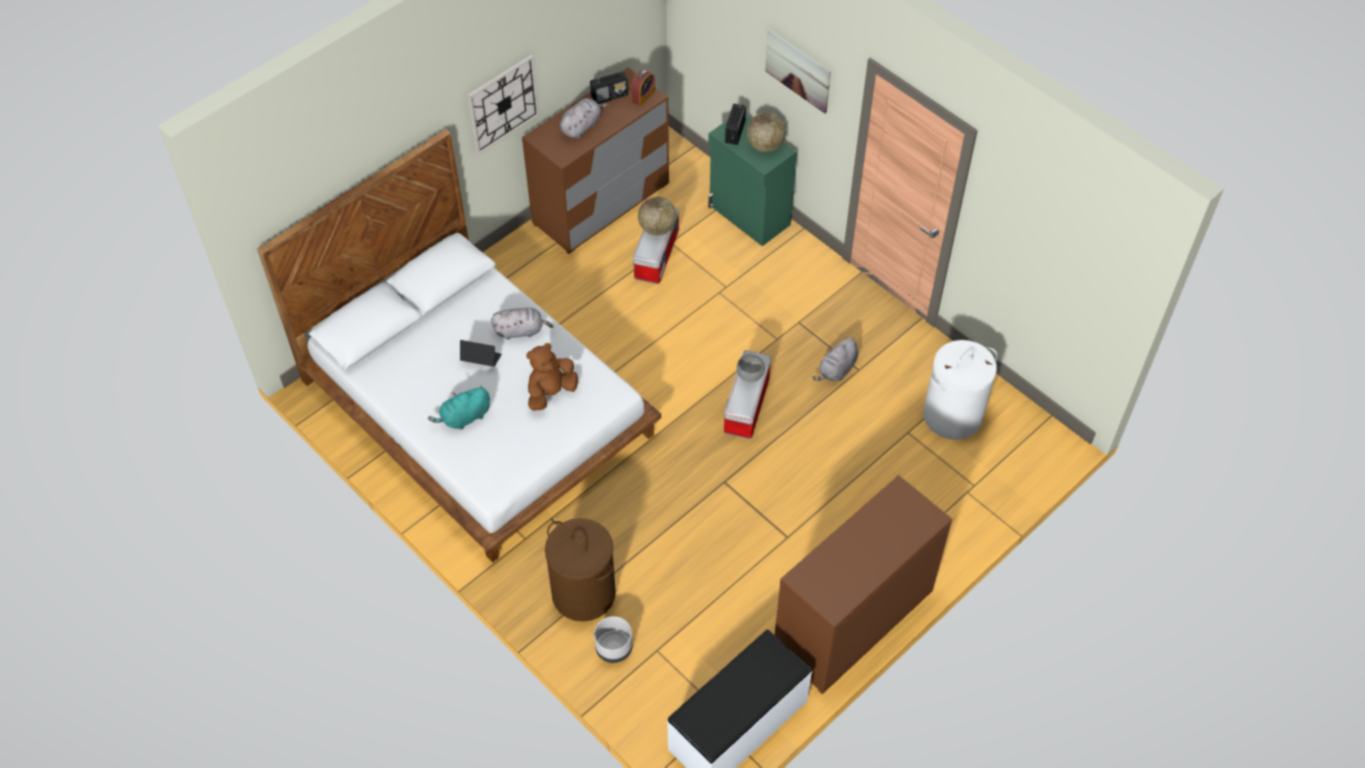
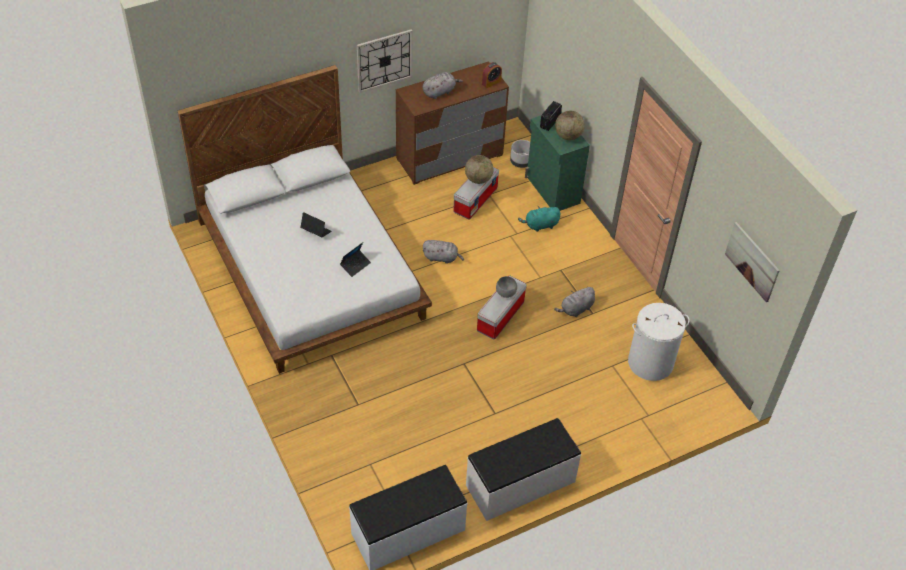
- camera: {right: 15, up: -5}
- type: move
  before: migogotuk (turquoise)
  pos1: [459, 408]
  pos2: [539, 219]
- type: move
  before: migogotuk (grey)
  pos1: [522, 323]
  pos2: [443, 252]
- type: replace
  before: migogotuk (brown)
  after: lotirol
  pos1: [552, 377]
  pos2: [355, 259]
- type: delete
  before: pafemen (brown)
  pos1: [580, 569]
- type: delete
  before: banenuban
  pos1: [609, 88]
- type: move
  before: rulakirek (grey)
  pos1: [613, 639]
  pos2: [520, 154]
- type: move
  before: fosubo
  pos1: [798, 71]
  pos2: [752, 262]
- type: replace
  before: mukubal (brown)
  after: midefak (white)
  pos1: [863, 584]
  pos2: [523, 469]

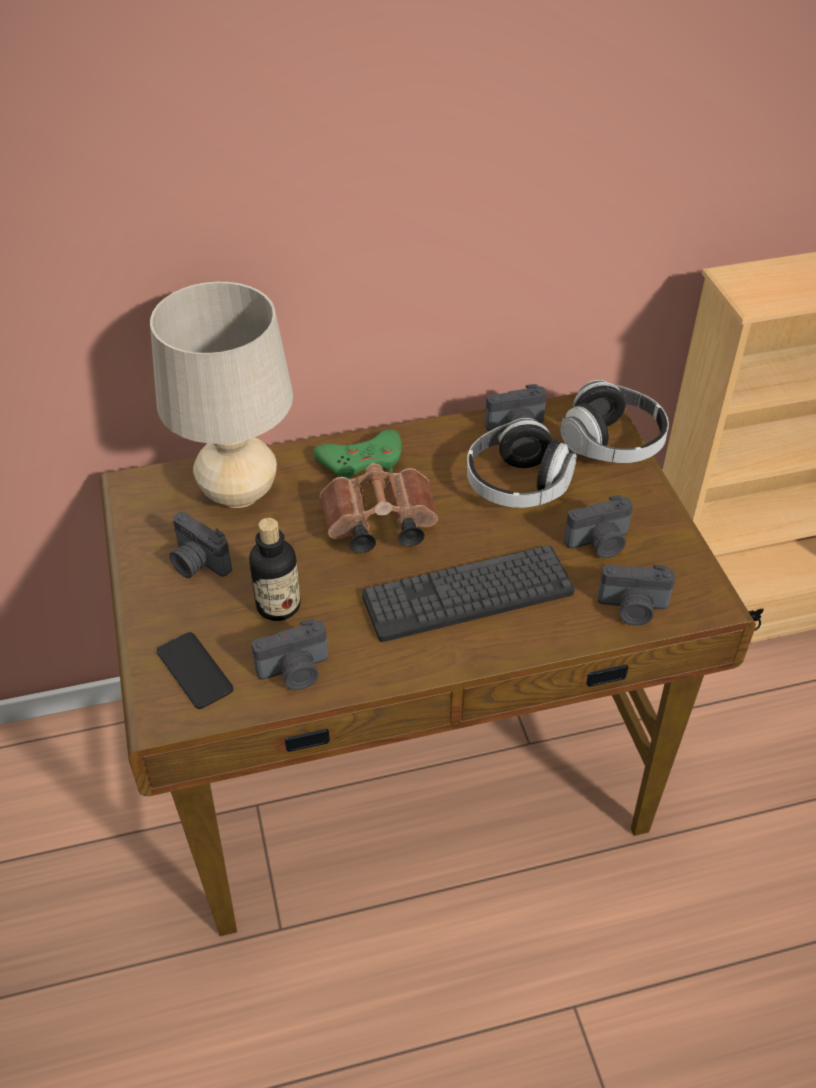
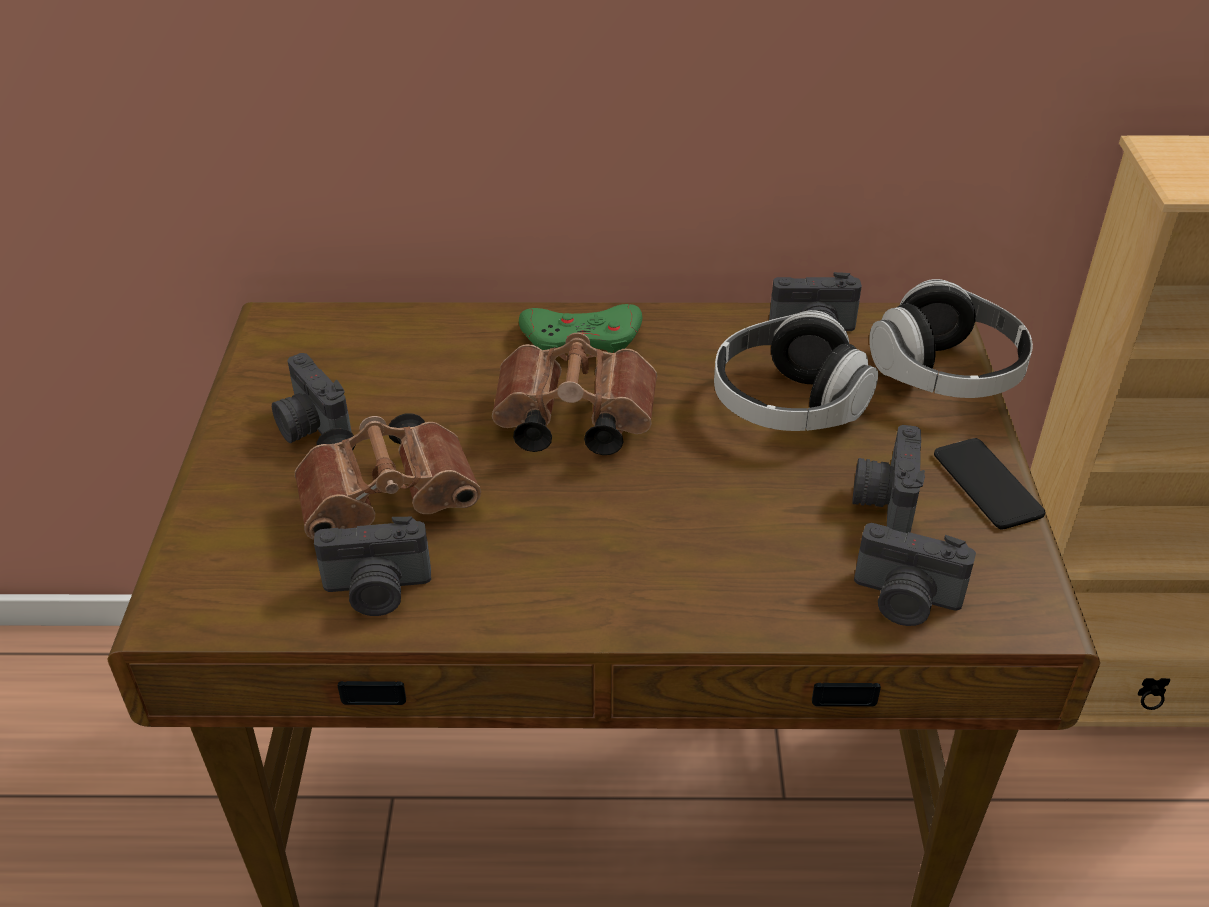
- camera: {right: 15, up: -5}
- type: delete
  before: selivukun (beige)
  pos1: [221, 395]
- type: move
  before: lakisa
  pos1: [195, 670]
  pos2: [989, 484]
- type: replace
  before: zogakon
  after: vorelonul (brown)
  pos1: [275, 569]
  pos2: [388, 476]
- type: delete
  before: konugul
  pos1: [468, 593]
- type: rotate
  before: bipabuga
  pos1: [598, 526]
  pos2: [888, 479]
  turn: 105

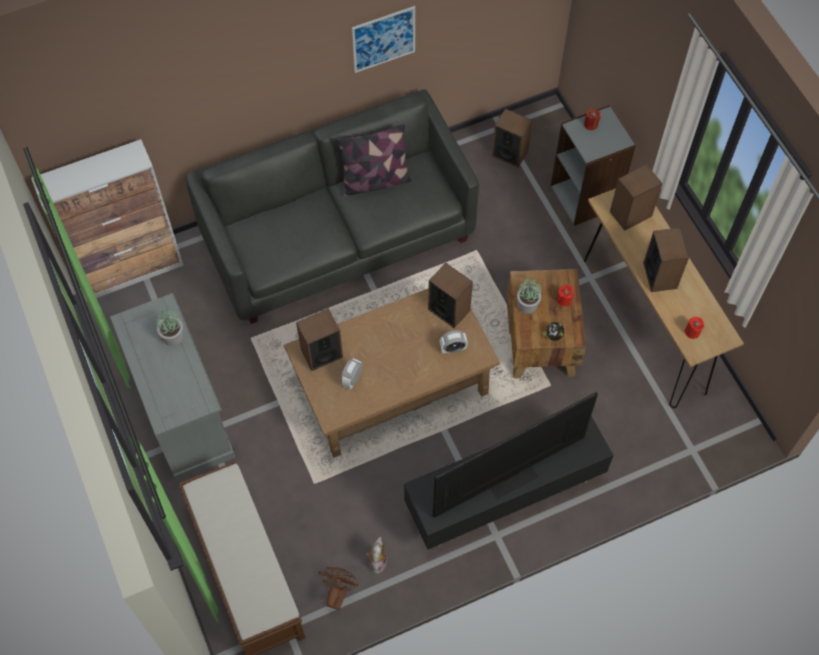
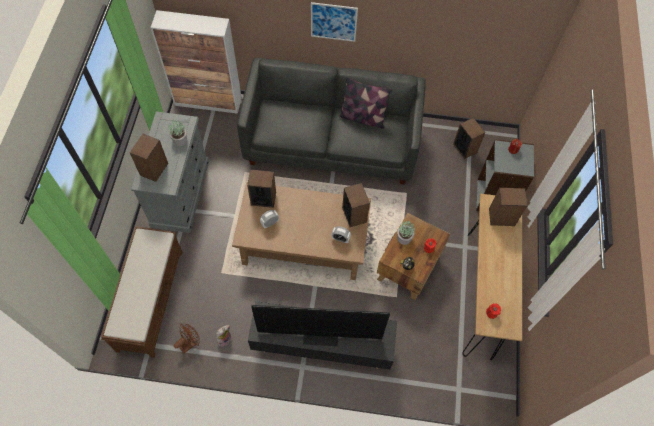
- camera: {right: 30, up: 0}
- type: move
  before: fosubo
  pos1: [383, 39]
  pos2: [334, 22]
- type: move
  before: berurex
  pos1: [666, 260]
  pos2: [149, 158]

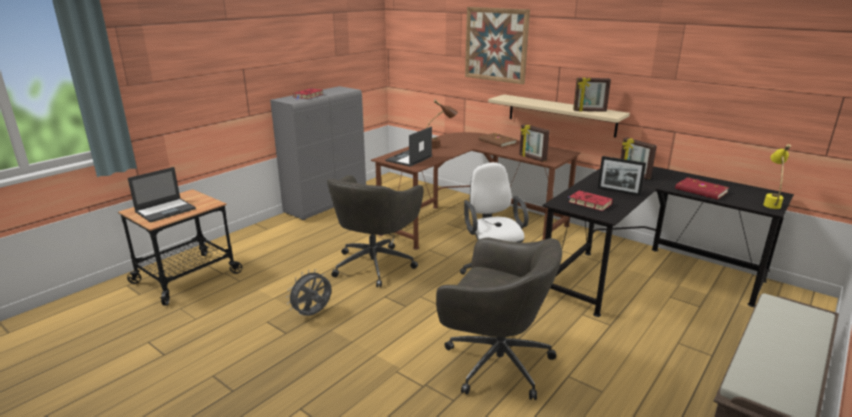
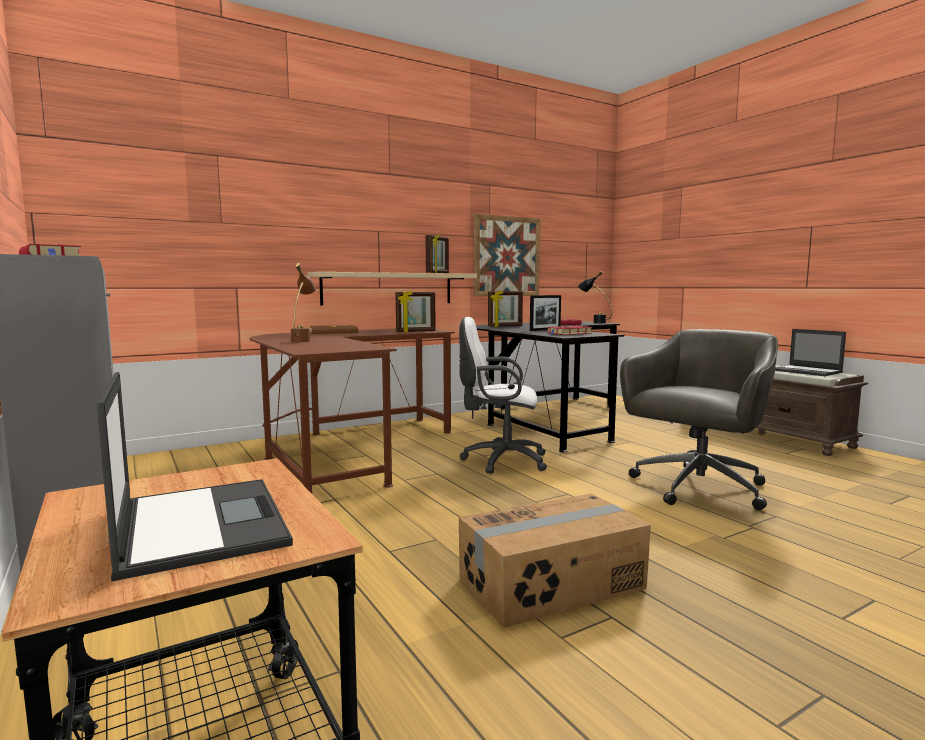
- camera: {right: -70, up: -15}
- type: replace
  before: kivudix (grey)
  after: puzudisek
  pos1: [309, 292]
  pos2: [555, 560]
- type: delete
  before: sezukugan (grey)
  pos1: [375, 231]
- type: move
  before: lotirol
  pos1: [408, 147]
  pos2: [810, 352]
- type: move
  before: fosubo
  pos1: [497, 45]
  pos2: [506, 255]
- type: recolor
  before: selivukun (yellow)
  after: selivukun (black)
  pos1: [777, 176]
  pos2: [595, 297]

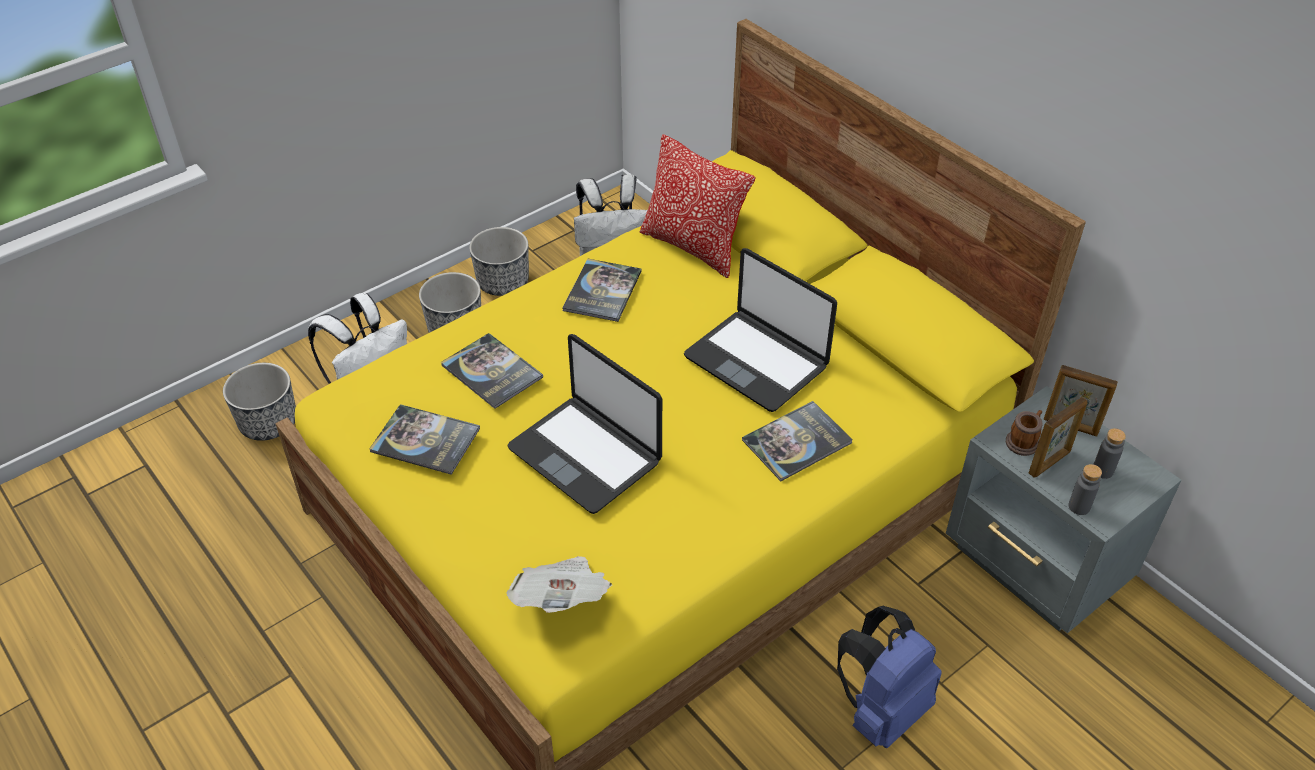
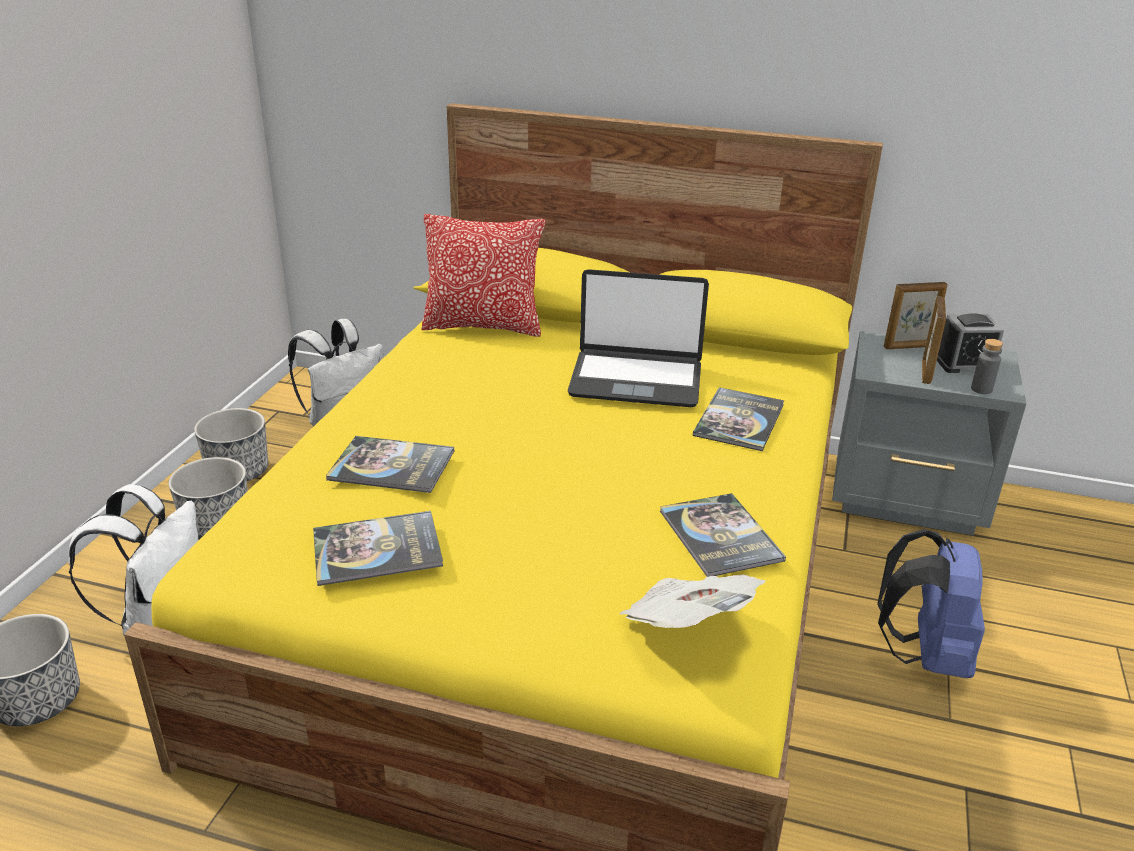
- camera: {right: -35, up: -15}
- type: delete
  before: lotirol
  pos1: [584, 424]
- type: move
  before: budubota
  pos1: [601, 290]
  pos2: [723, 535]
- type: delete
  before: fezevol
  pos1: [1024, 433]
- type: replace
  before: zogakon (grey)
  after: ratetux
  pos1: [1109, 453]
  pos2: [970, 343]

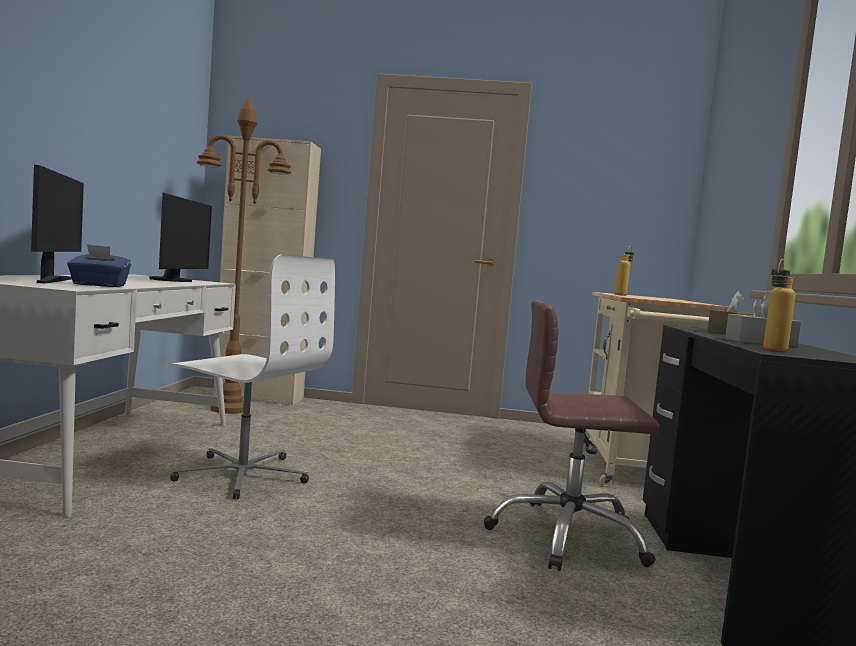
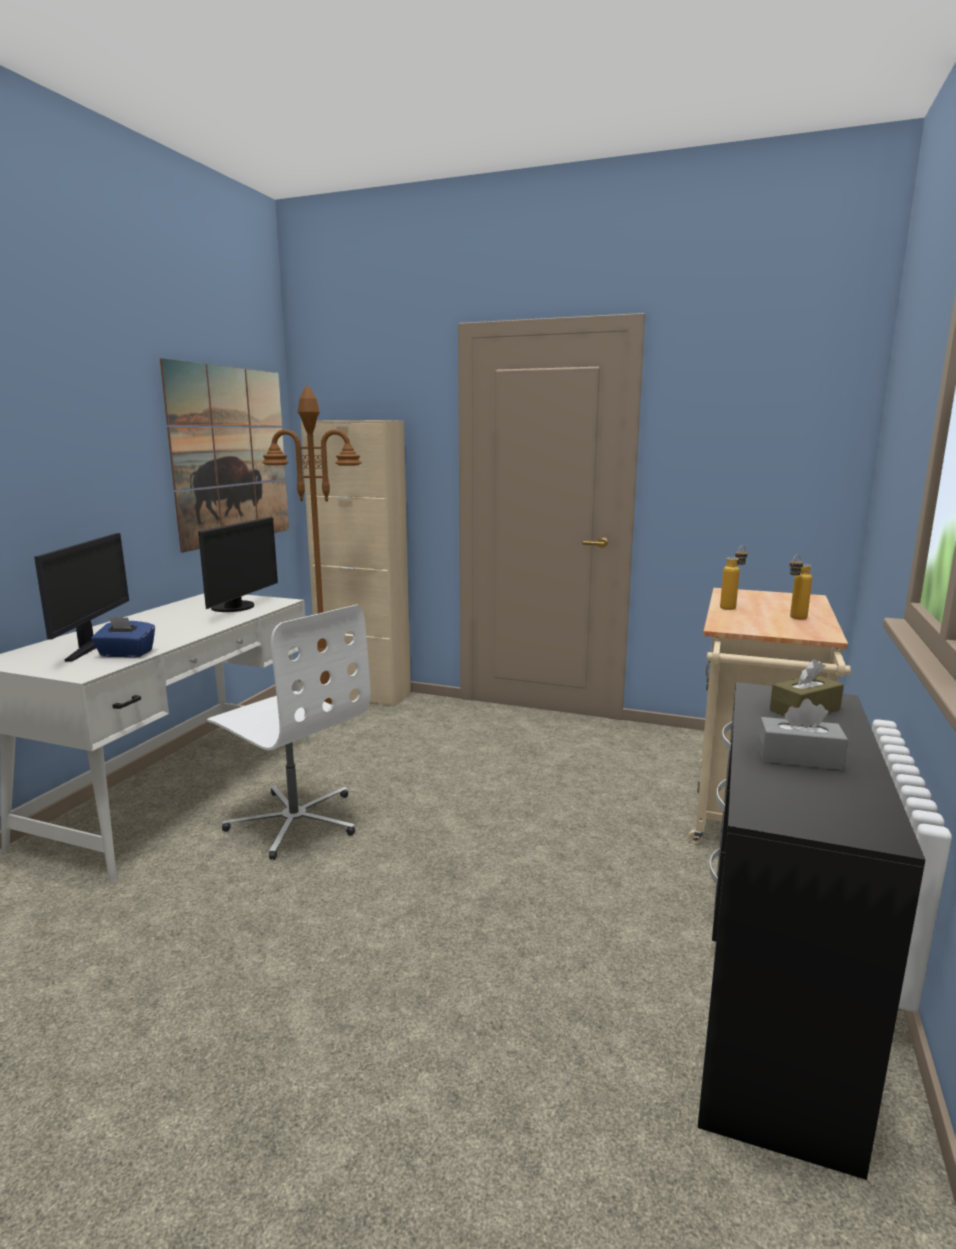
- camera: {right: 15, up: 10}
- type: delete
  before: sezukugan (brown)
  pos1: [572, 435]
- type: move
  before: zogakon
  pos1: [779, 305]
  pos2: [801, 587]
- type: insert
  after: fosubo
  pos2: [224, 455]

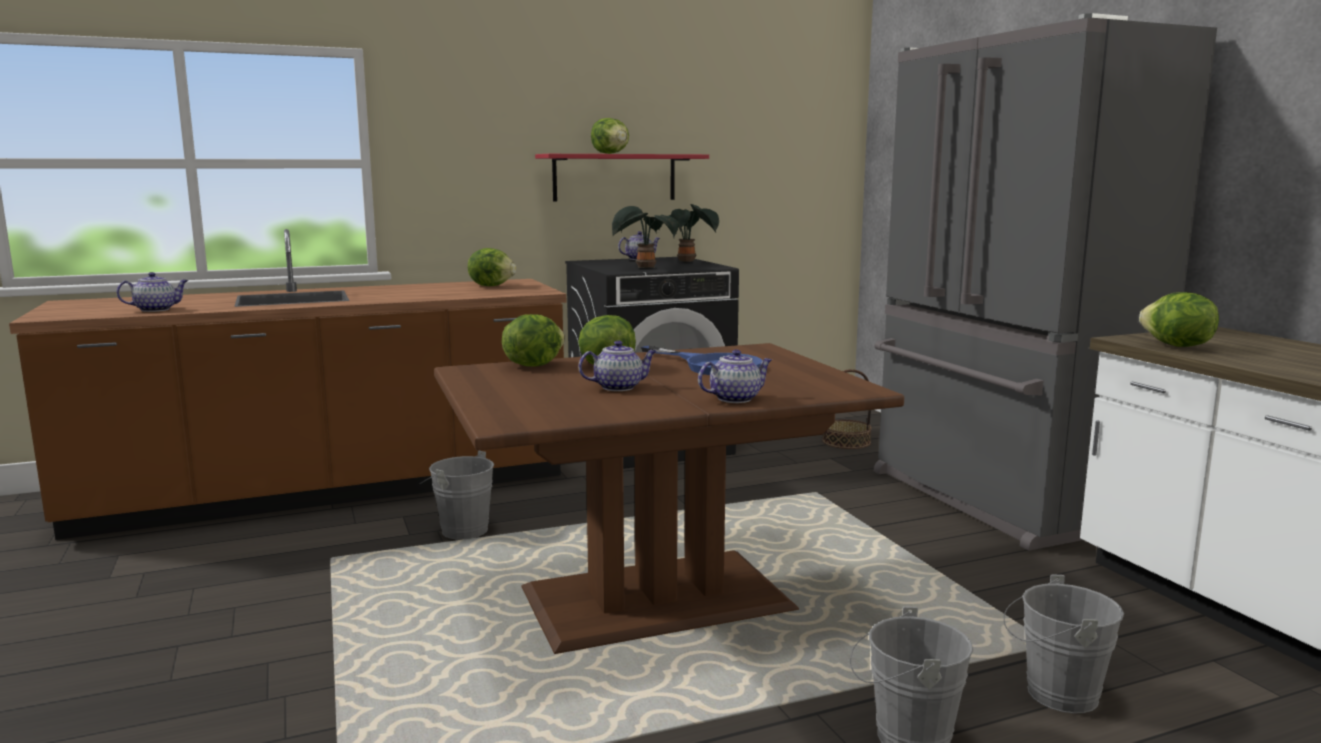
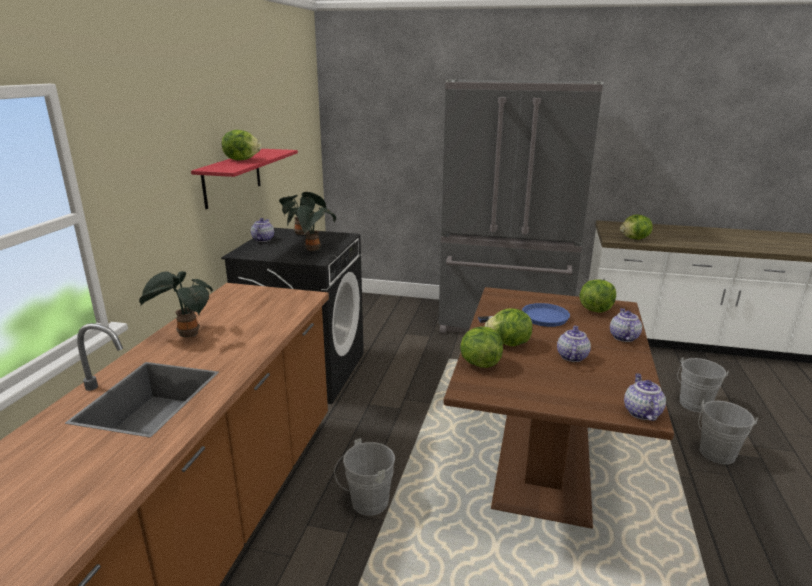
- camera: {right: -55, up: 10}
- type: move
  before: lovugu
  pos1: [152, 292]
  pos2: [645, 397]
- type: move
  before: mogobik
  pos1: [492, 267]
  pos2: [597, 296]
- type: delete
  before: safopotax
  pos1: [847, 409]
- type: insert
  after: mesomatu
  pos2: [176, 304]

